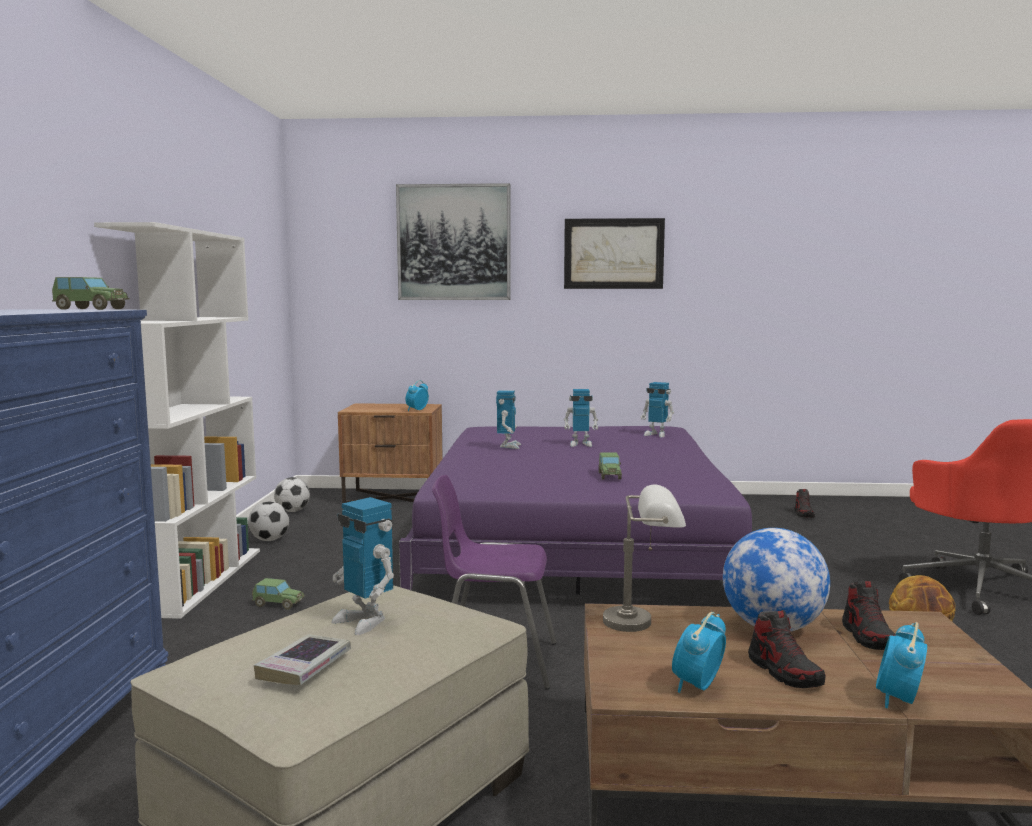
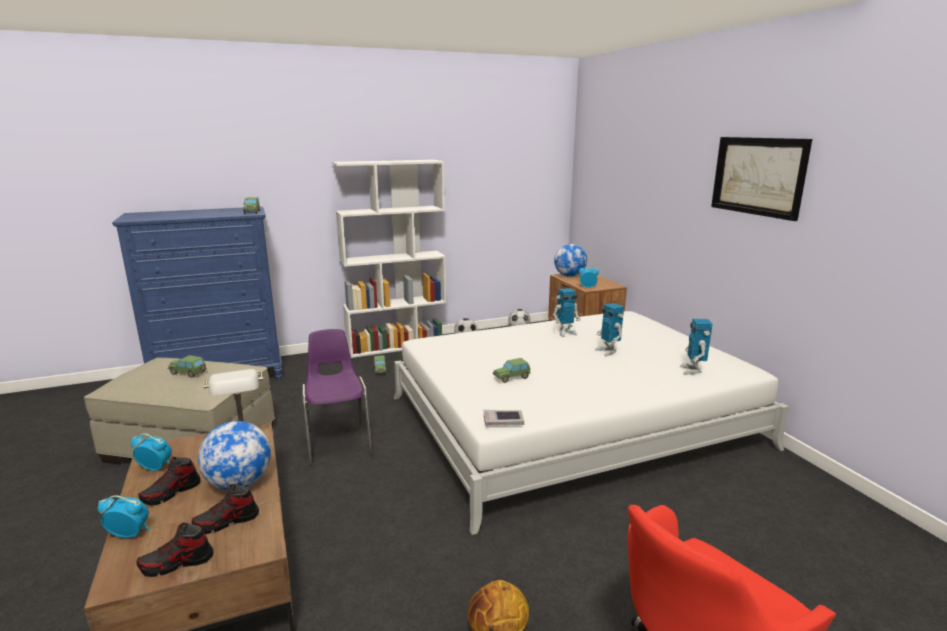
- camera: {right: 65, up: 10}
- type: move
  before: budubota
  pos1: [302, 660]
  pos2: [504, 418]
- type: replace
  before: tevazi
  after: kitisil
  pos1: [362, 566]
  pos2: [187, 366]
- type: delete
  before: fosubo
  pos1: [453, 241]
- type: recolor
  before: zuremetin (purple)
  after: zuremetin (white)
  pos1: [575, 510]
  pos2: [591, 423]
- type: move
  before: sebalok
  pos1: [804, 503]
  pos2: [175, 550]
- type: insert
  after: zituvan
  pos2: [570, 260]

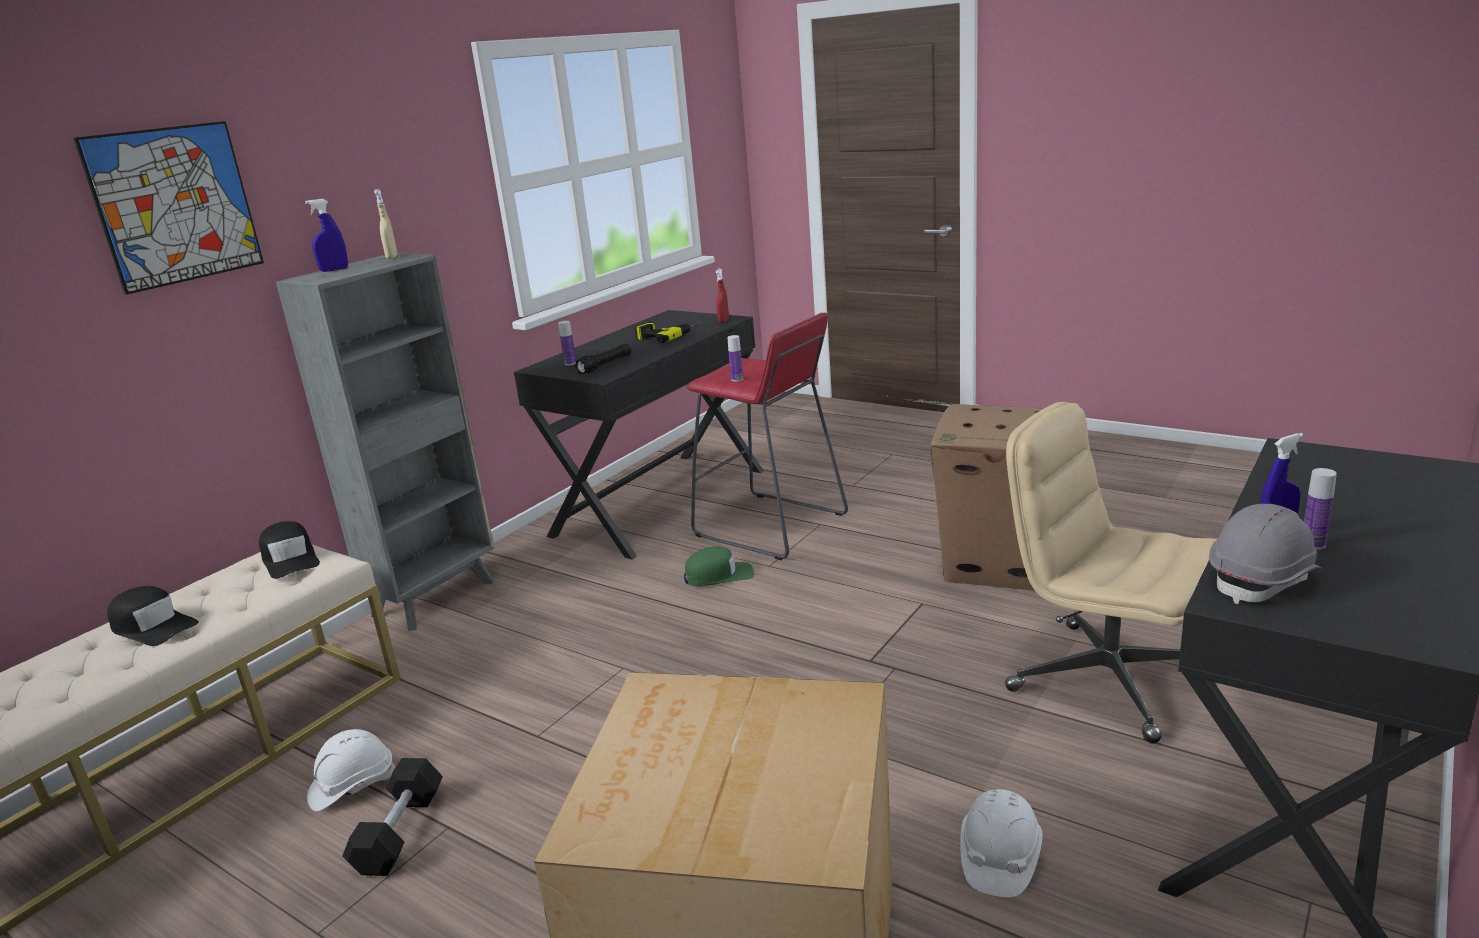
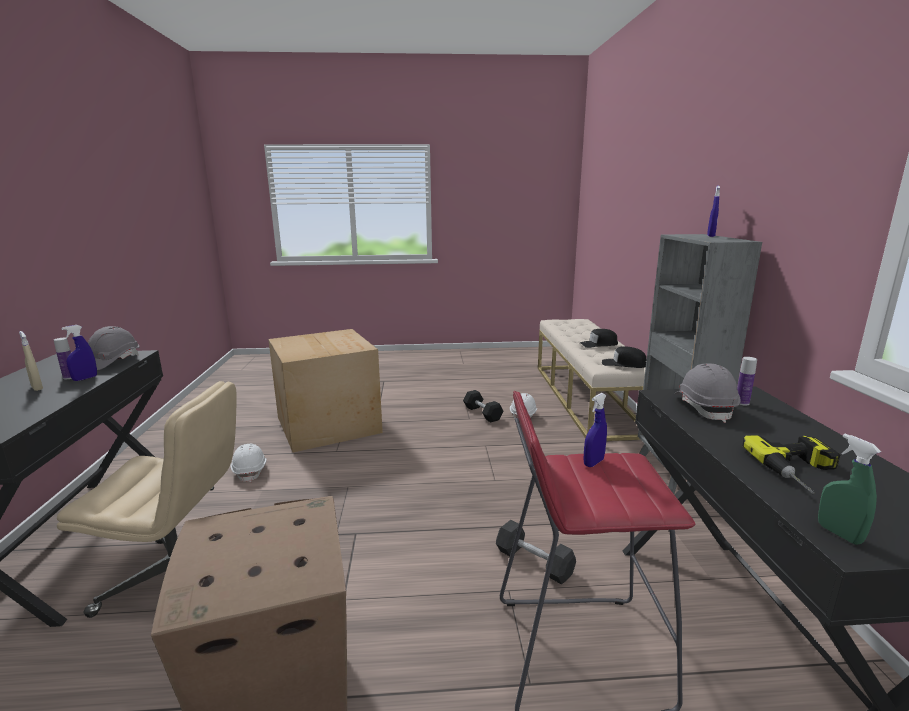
- camera: {right: 140, up: -5}
- type: delete
  before: fosubo
  pos1: [169, 208]
- type: move
  before: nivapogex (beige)
  pos1: [385, 224]
  pos2: [31, 361]
- type: replace
  before: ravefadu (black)
  after: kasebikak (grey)
  pos1: [602, 358]
  pos2: [708, 393]
- type: replace
  before: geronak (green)
  after: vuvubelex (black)
  pos1: [719, 566]
  pos2: [536, 552]
- type: recolor
  before: nivapogex (red)
  after: nivapogex (green)
  pos1: [722, 295]
  pos2: [849, 489]
- type: replace
  before: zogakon
  after: nivapogex (blue)
  pos1: [735, 358]
  pos2: [595, 430]

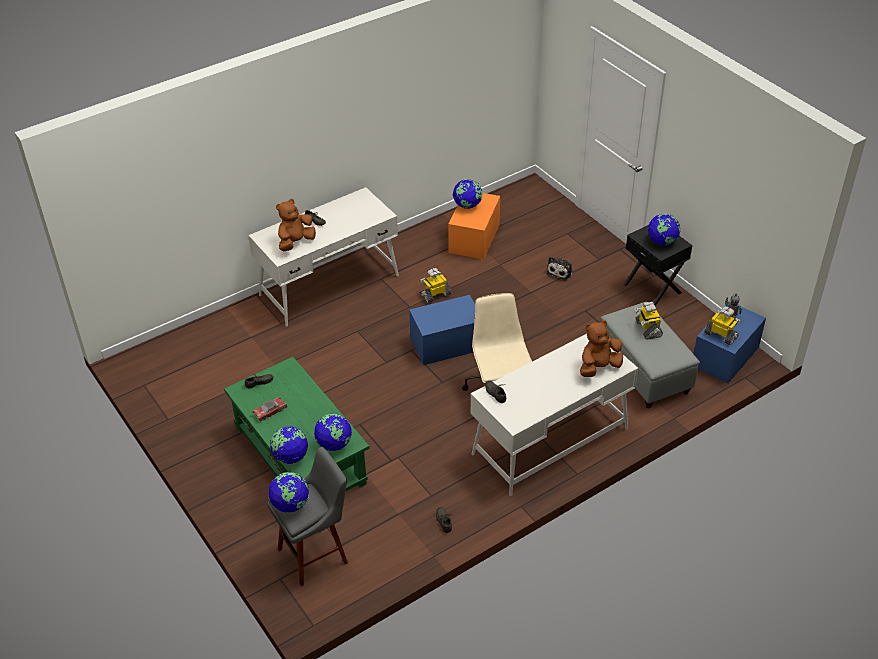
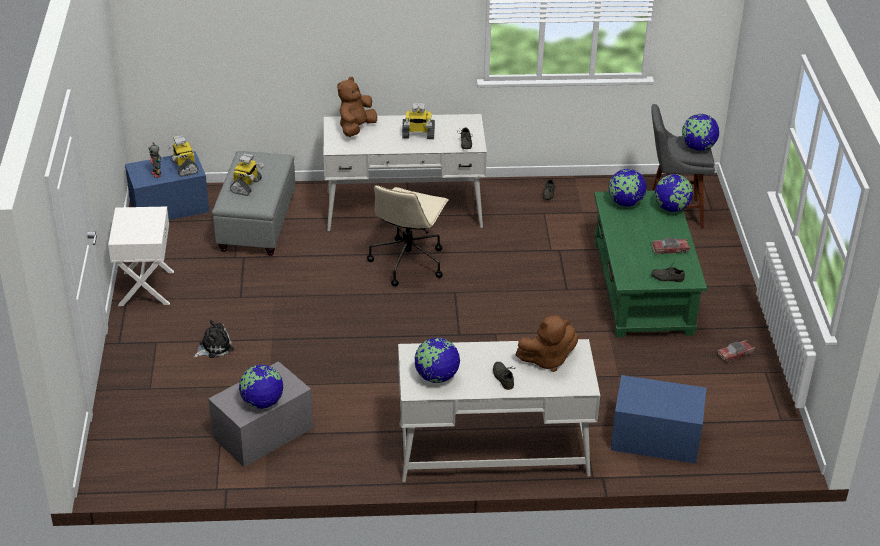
- camera: {right: -150, up: -5}
- type: move
  before: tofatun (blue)
  pos1: [442, 330]
  pos2: [659, 419]
- type: move
  before: tevazi
  pos1: [435, 285]
  pos2: [418, 120]
- type: recolor
  before: tofatun (orange)
  after: tofatun (grey)
  pos1: [474, 226]
  pos2: [260, 414]
- type: rotate
  before: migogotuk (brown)
  pos1: [601, 348]
  pos2: [357, 107]
  turn: 120
- type: recolor
  before: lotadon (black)
  after: lotadon (white)
  pos1: [657, 265]
  pos2: [141, 256]
- type: move
  before: zituvan
  pos1: [664, 229]
  pos2: [437, 360]
- type: insert
  after: kitisil
  pos2: [736, 351]

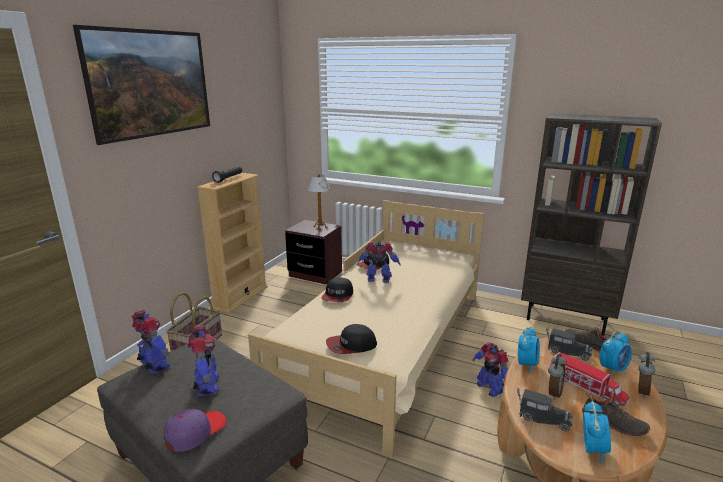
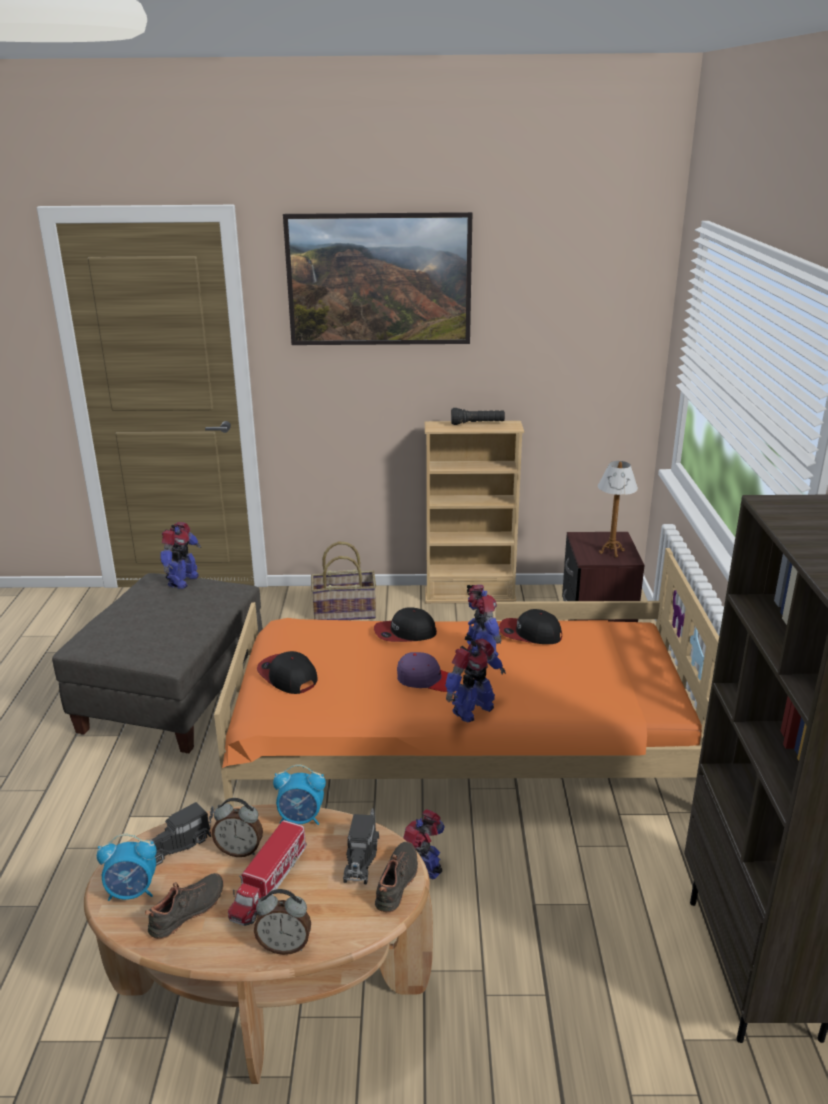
- camera: {right: 65, up: 5}
- type: move
  before: geronak (purple)
  pos1: [195, 430]
  pos2: [422, 672]
- type: move
  before: tevazi
  pos1: [203, 360]
  pos2: [475, 680]
- type: recolor
  before: zuremetin (beige)
  after: zuremetin (orange)
  pos1: [365, 329]
  pos2: [466, 677]
- type: rotate
  before: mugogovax
  pos1: [545, 409]
  pos2: [181, 834]
  turn: 45
- type: rotate
  before: sebalok (black)
  pos1: [616, 415]
  pos2: [184, 906]
  turn: -150
- type: delete
  before: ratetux
  pos1: [615, 354]

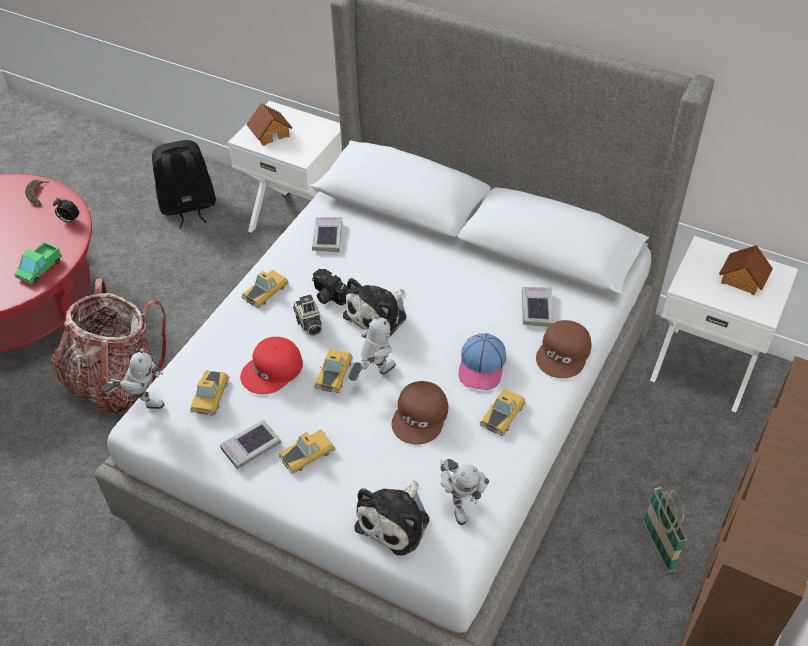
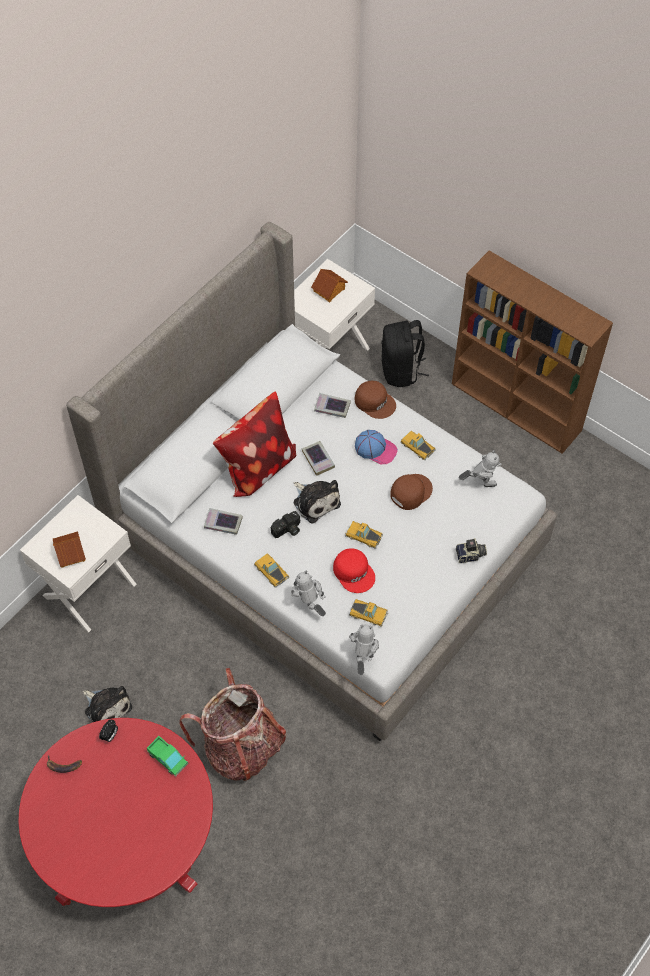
- camera: {right: -80, up: 10}
- type: move
  before: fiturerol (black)
  pos1: [184, 184]
  pos2: [405, 353]
- type: move
  before: budubota
  pos1: [250, 444]
  pos2: [318, 458]
- type: delete
  before: kitisil
  pos1: [306, 452]
- type: move
  before: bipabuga
  pos1: [307, 315]
  pos2: [471, 550]
- type: move
  before: tevazi
  pos1: [372, 347]
  pos2: [308, 593]
- type: move
  before: migogotuk
  pos1: [392, 518]
  pos2: [107, 704]
- type: rotate
  before: geronak (brown)
  pos1: [420, 412]
  pos2: [411, 492]
  turn: -75
- type: delete
  before: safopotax
  pos1: [665, 529]
- type: insert
  after: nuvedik
  pos2: [254, 444]

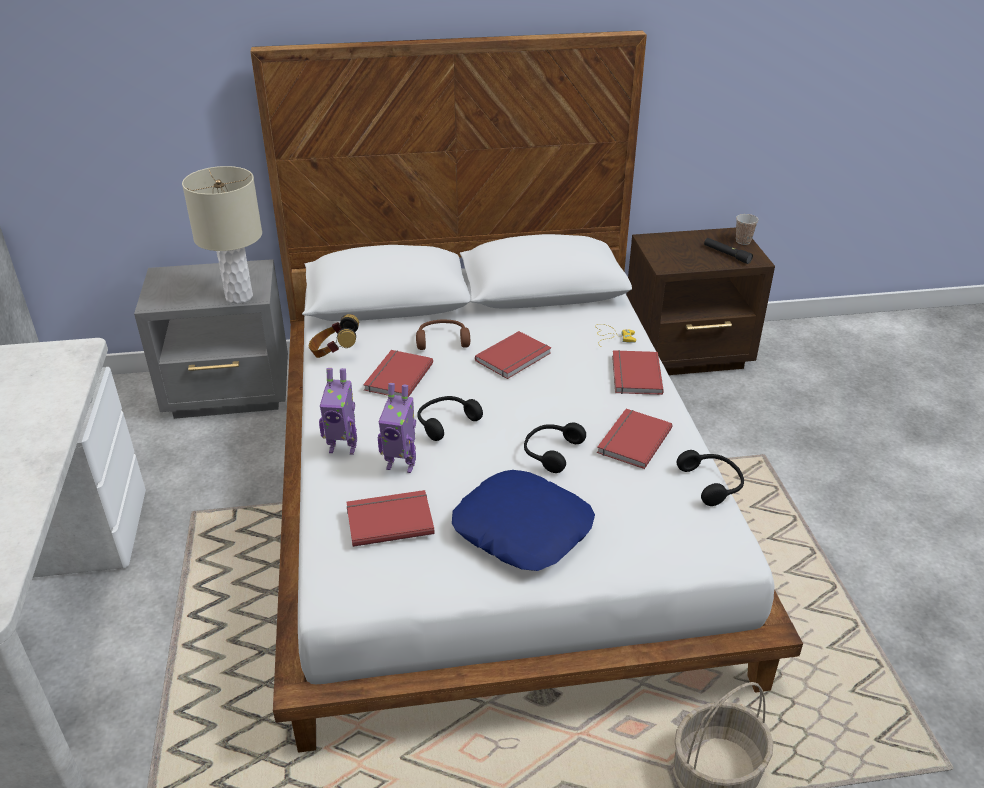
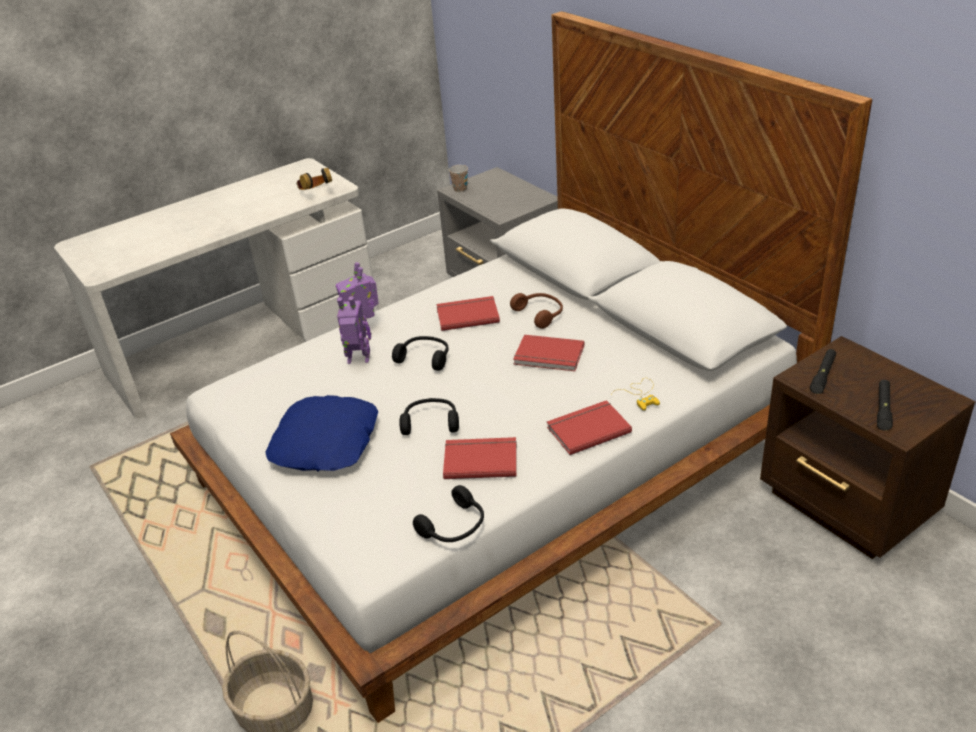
- camera: {right: 65, up: 0}
- type: delete
  before: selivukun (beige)
  pos1: [222, 235]
- type: move
  before: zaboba
  pos1: [334, 336]
  pos2: [314, 178]
- type: delete
  before: budubota (red)
  pos1: [391, 518]
- type: rotate
  before: tevazi
  pos1: [397, 428]
  pos2: [354, 330]
  turn: 105
- type: move
  before: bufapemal
  pos1: [747, 229]
  pos2: [458, 178]
- type: insert
  after: ravefadu (black)
  pos2: [823, 371]

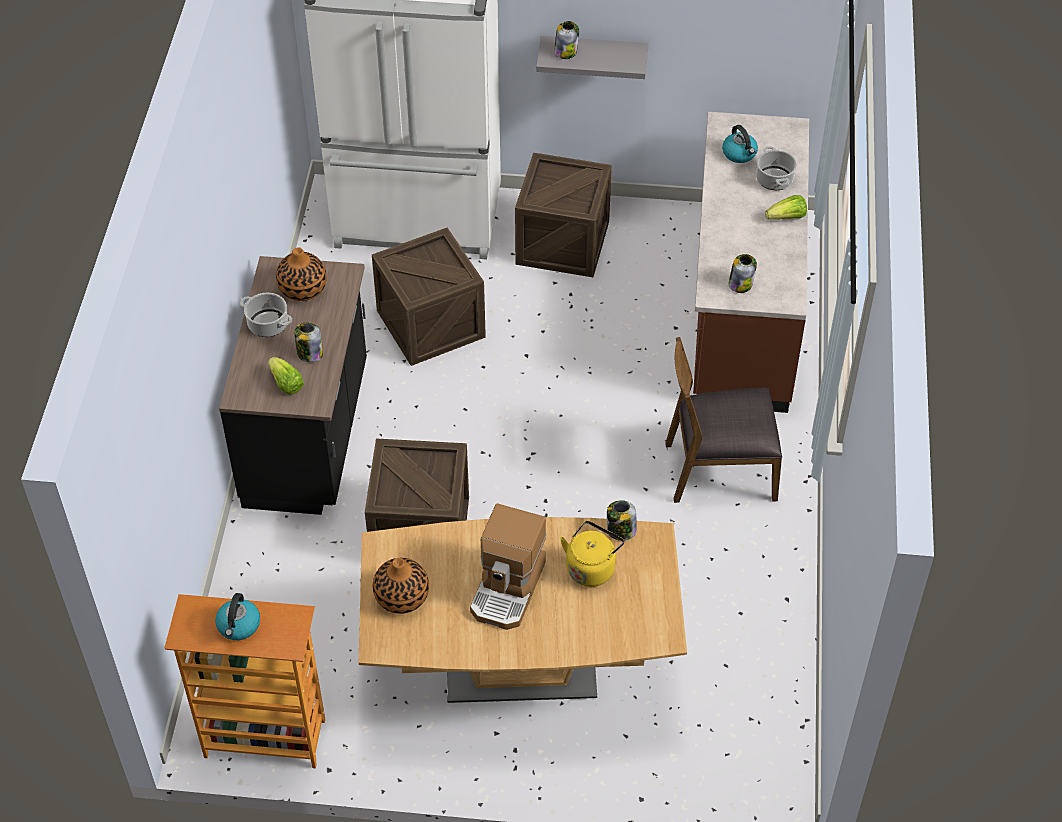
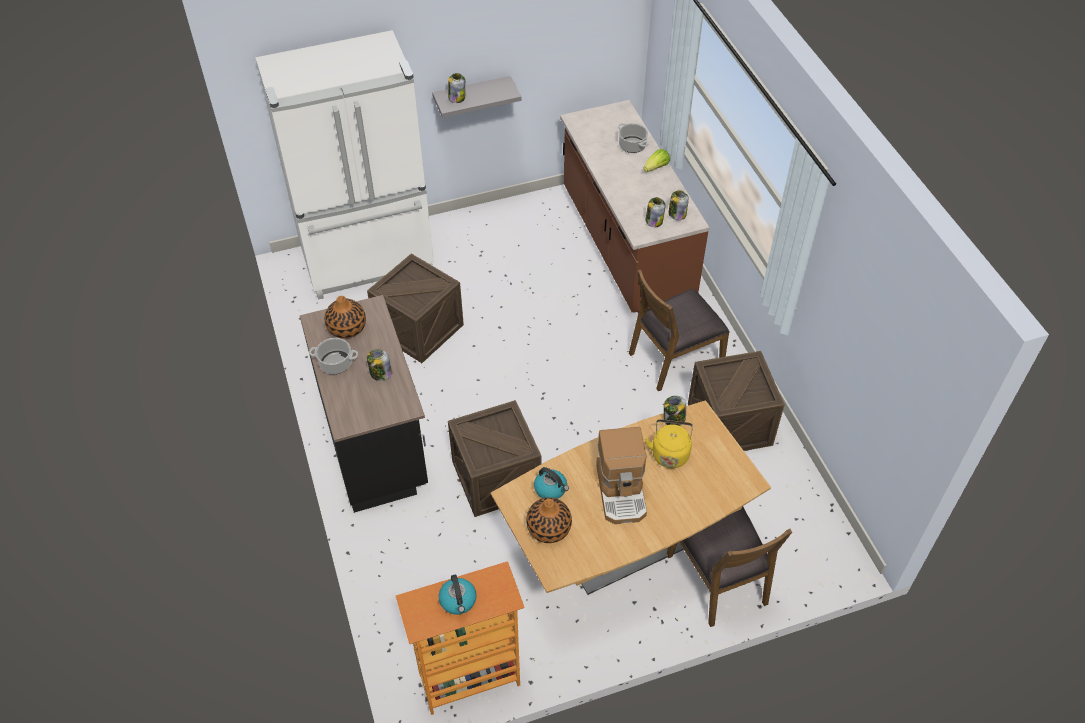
- camera: {right: -25, up: 0}
- type: delete
  before: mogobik
  pos1: [286, 376]
- type: move
  before: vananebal
  pos1: [563, 215]
  pos2: [736, 401]
- type: move
  before: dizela
  pos1: [740, 144]
  pos2: [551, 483]
- type: insert
  after: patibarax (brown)
  pos2: [729, 566]
- type: insert
  after: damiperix
  pos2: [679, 205]

